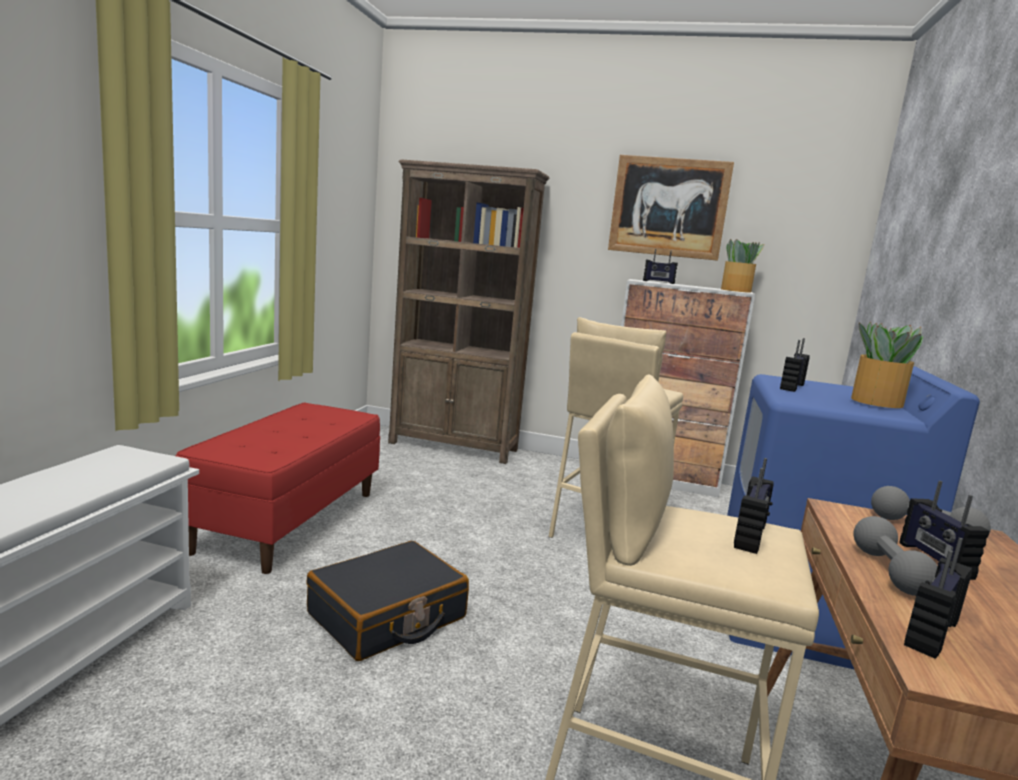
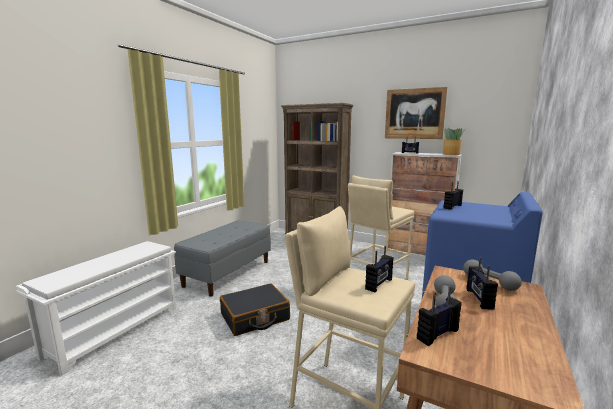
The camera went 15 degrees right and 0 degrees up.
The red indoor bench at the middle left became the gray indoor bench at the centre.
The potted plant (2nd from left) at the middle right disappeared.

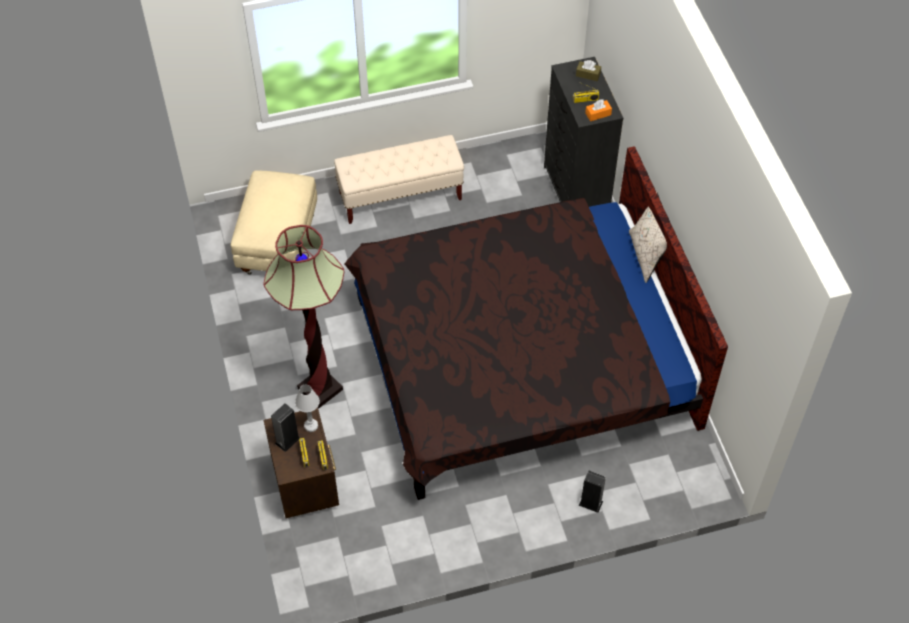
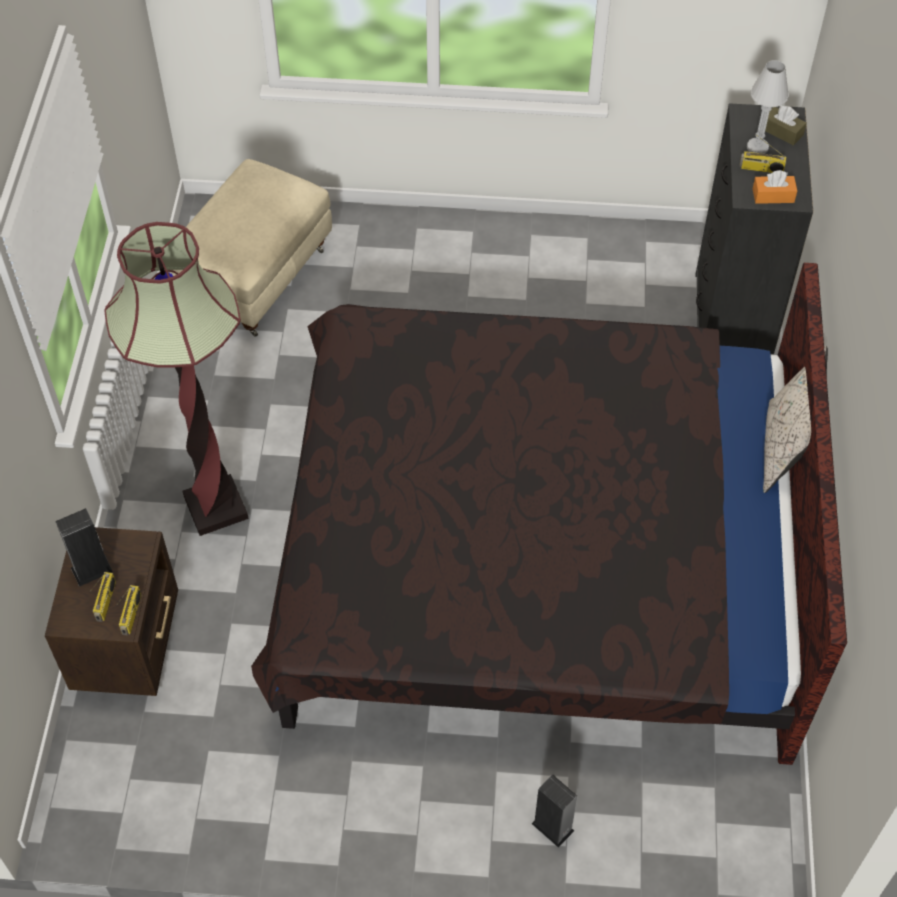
The camera went 20 degrees right and 0 degrees up.
The white tabletop lamp moved from the centre to the top right.
The sand-coloured indoor bench at the top centre disappeared.

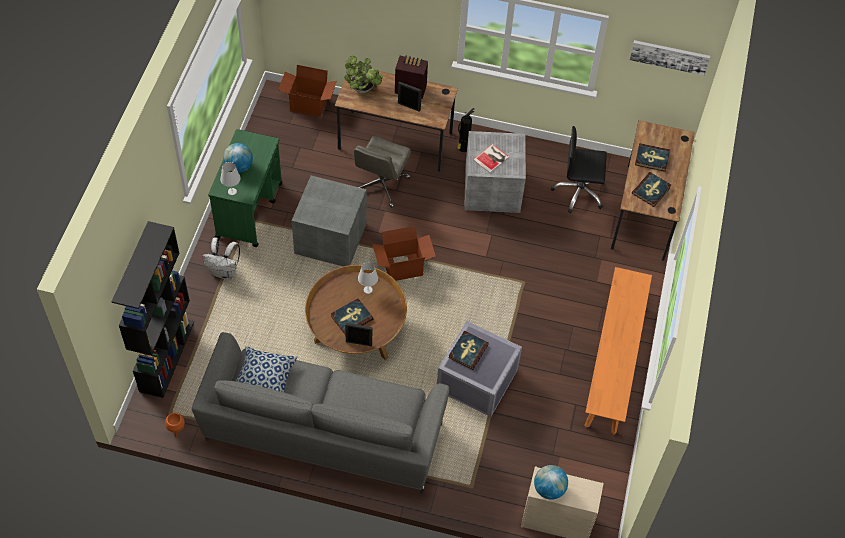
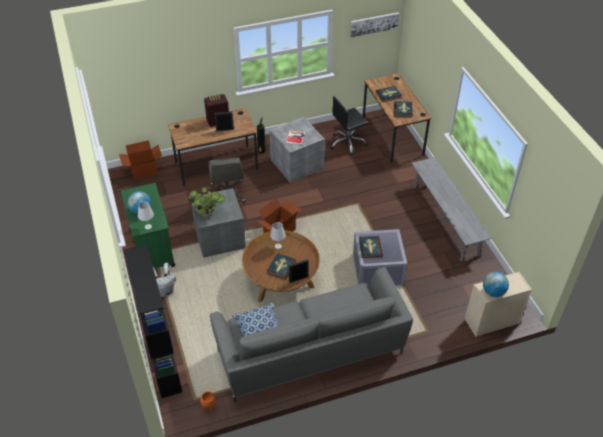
The camera went 30 degrees left and 10 degrees down.
The potted plant moved from the top centre to the centre.
The orange indoor bench at the middle right became the gray indoor bench at the middle right.

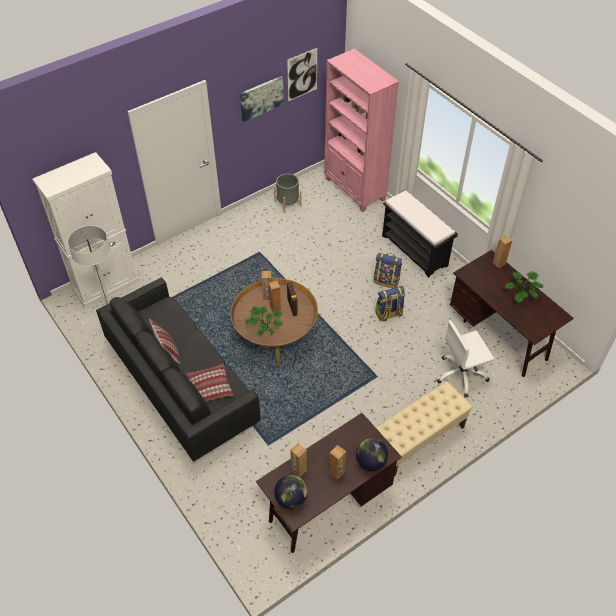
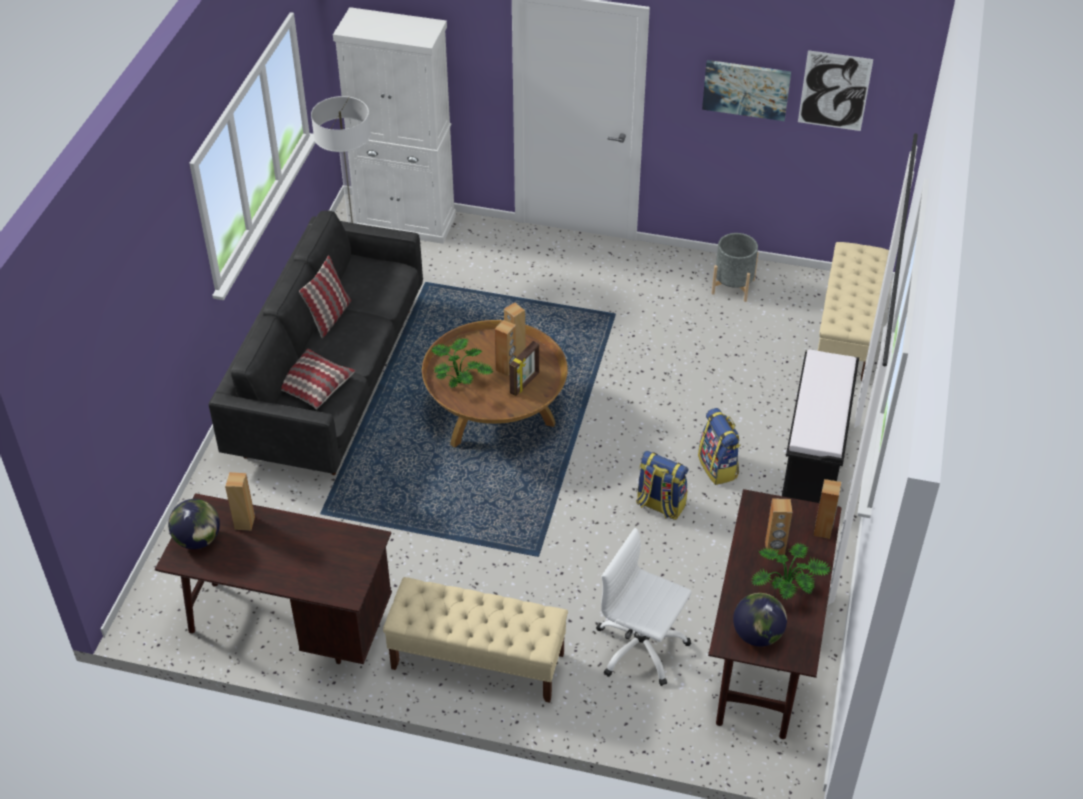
The camera went 50 degrees right and 5 degrees down.
The globe (2nd from left) moved from the bottom centre to the bottom right.
The brown-coloured loudspeaker (4th from left) moved from the bottom centre to the middle right.
The pinkish shelving unit at the top centre was replaced by the sand-coloured indoor bench (2nd from left) at the middle right.

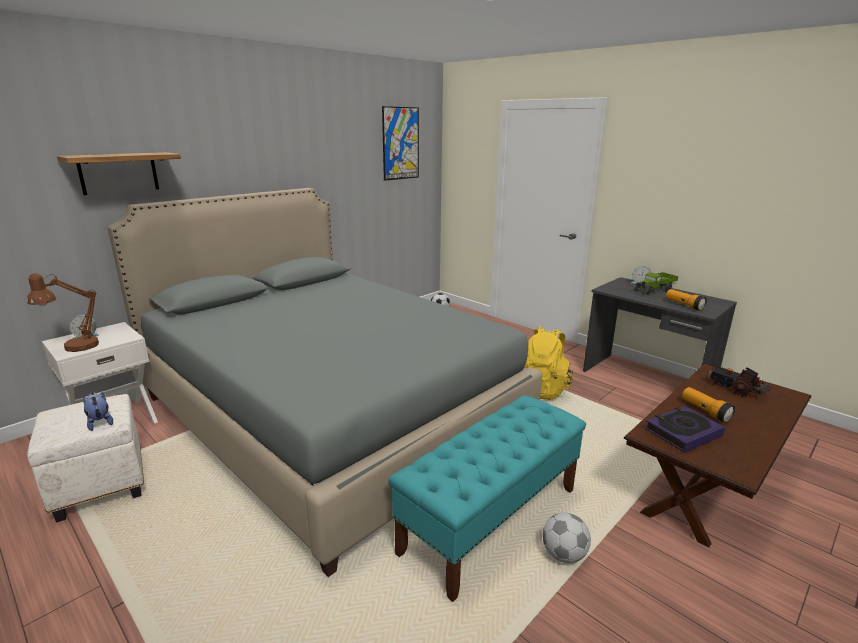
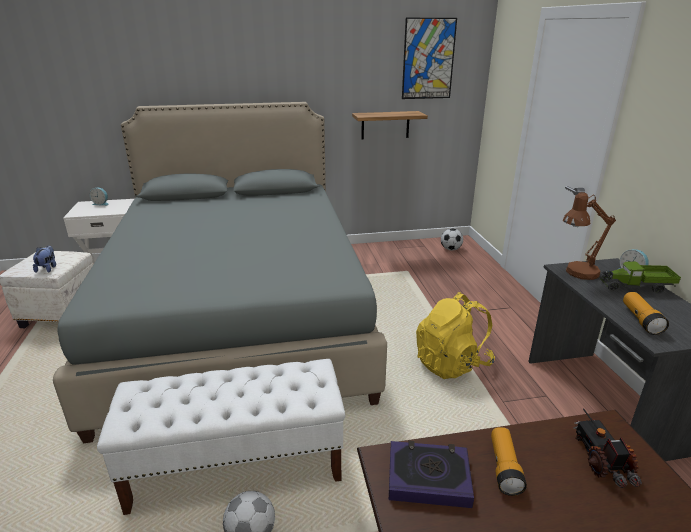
The camera went 35 degrees right and 5 degrees up.
The blue-green indoor bench at the bottom centre became the white indoor bench at the bottom left.
The bracket shelf moved from the top left to the top centre.
The brown-coloured tabletop lamp moved from the middle left to the middle right.

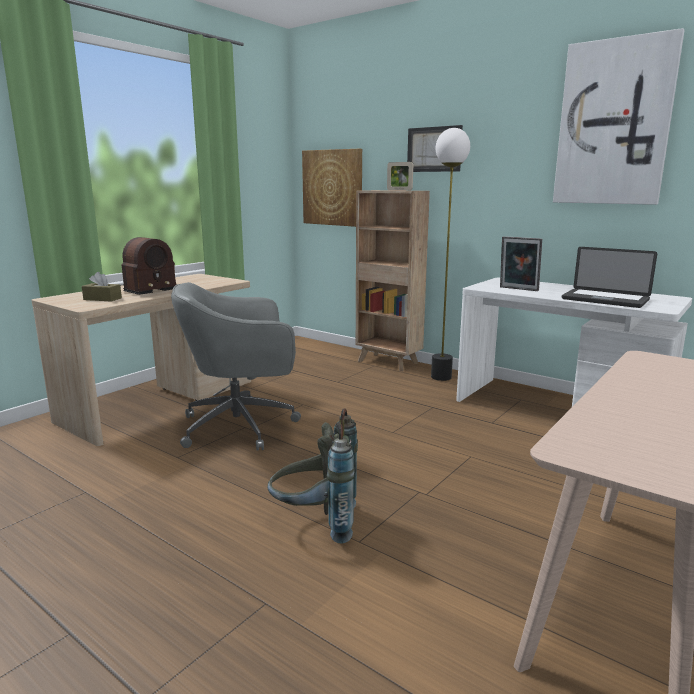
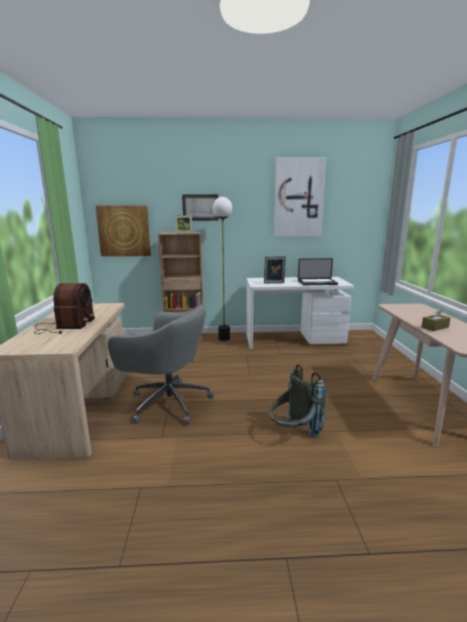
The camera went 40 degrees left and 0 degrees up.
The gray computer chair at the centre turned 105 degrees counterclockwise.
The brown-coloured tissue box moved from the middle left to the middle right.

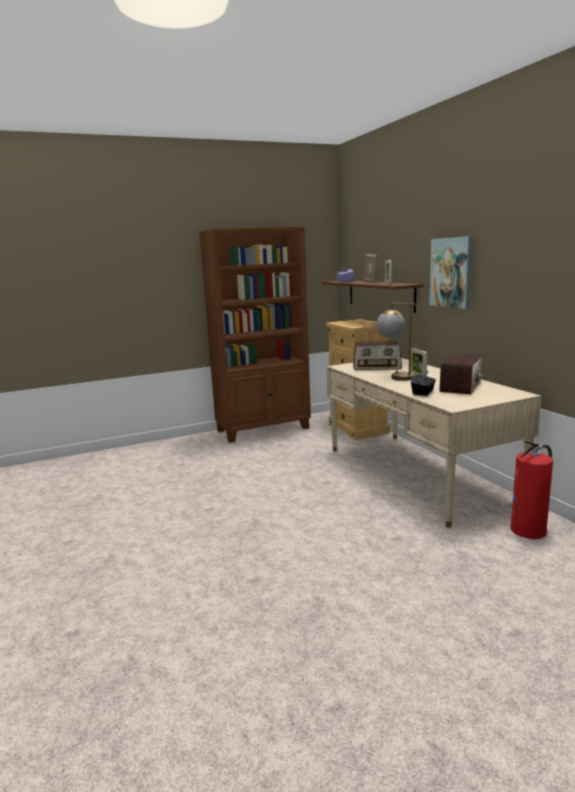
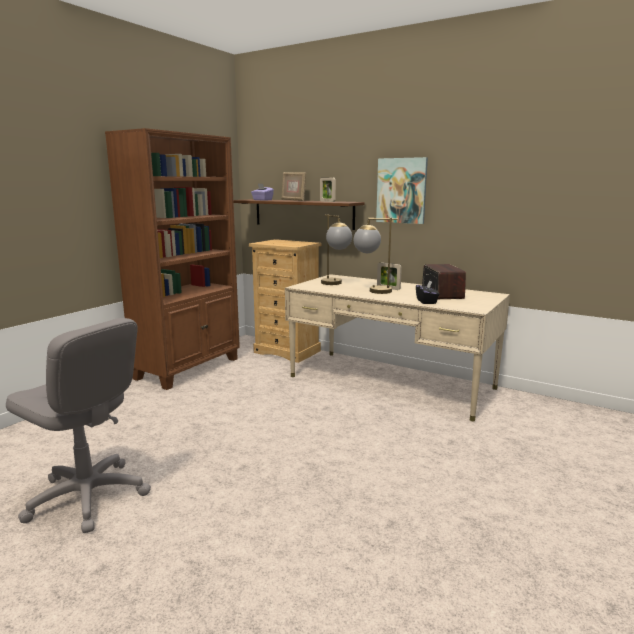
The camera went 35 degrees left and 0 degrees up.
The gray computer chair at the bottom left appeared.
The radio (1st from left) at the centre was replaced by the tabletop lamp (1st from left) at the centre.
The fire extinguisher at the middle right disappeared.

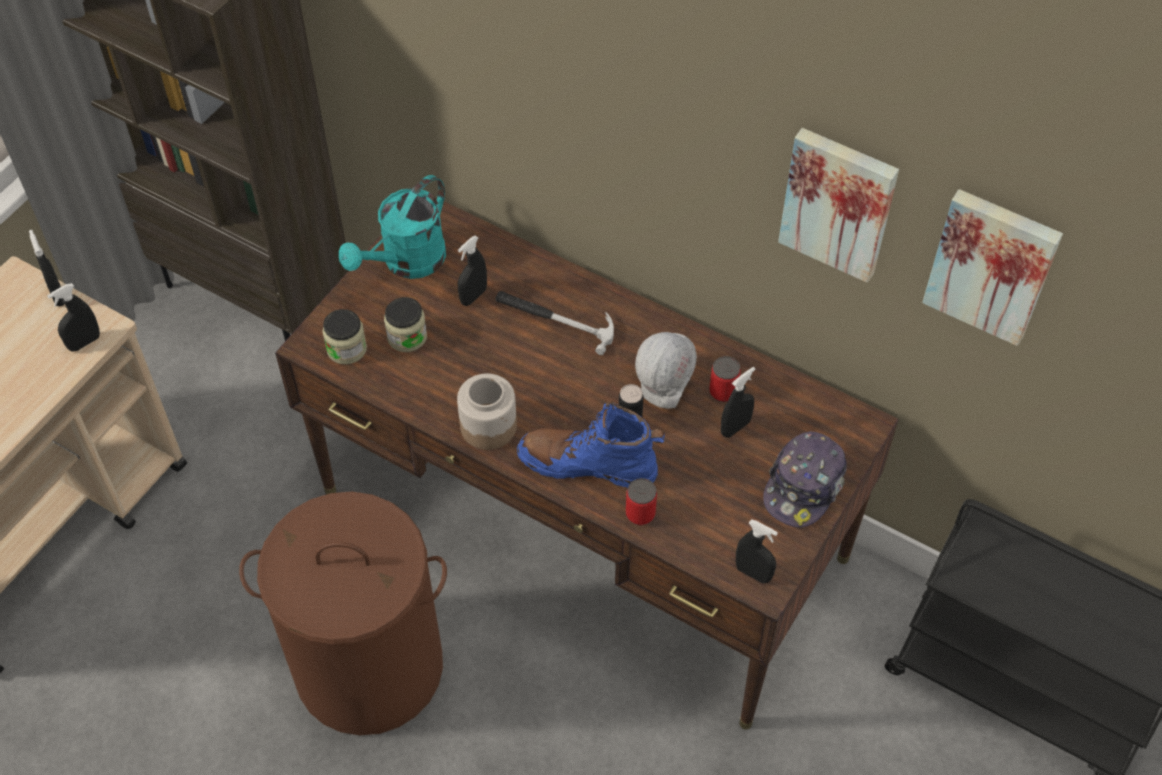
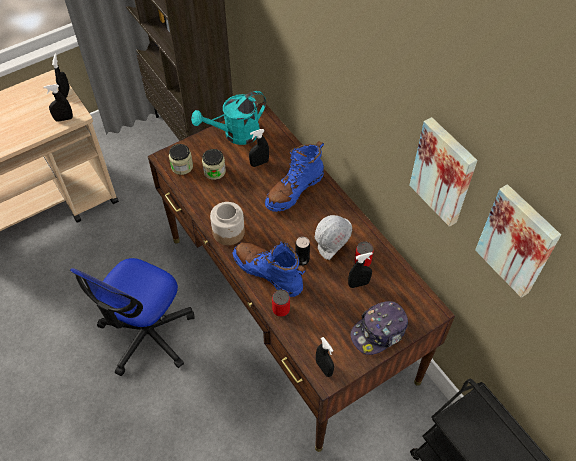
The camera went 25 degrees right and 0 degrees up.
The brown-coloured laundry basket at the bottom left was replaced by the computer chair at the bottom left.
The tool hammer at the centre was replaced by the blue-coloured high-top boot (2nd from left) at the centre.

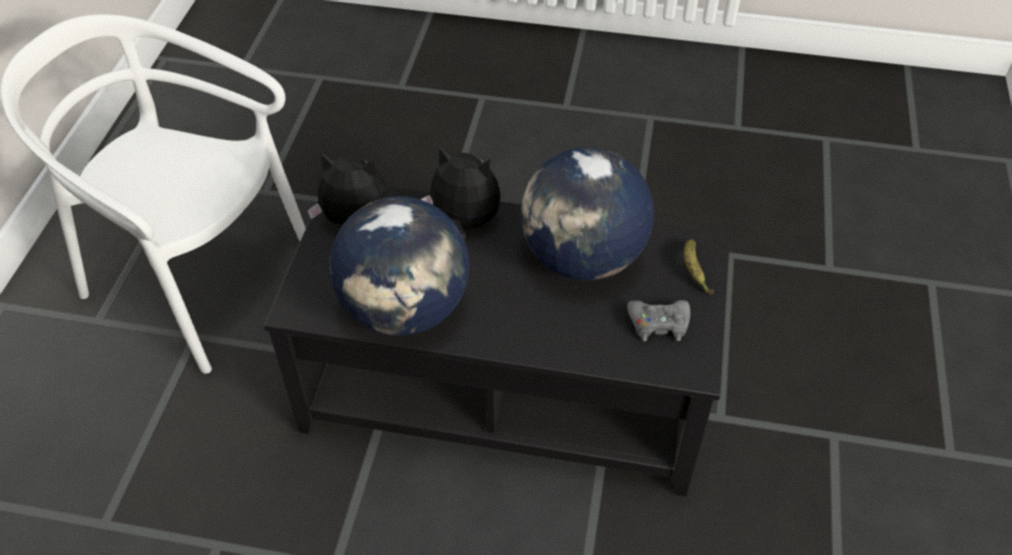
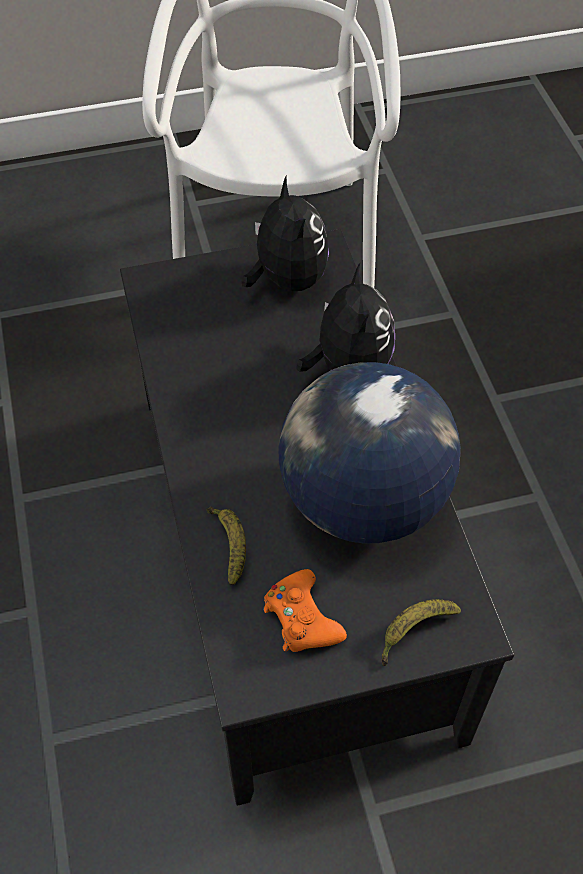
The camera went 65 degrees right and 5 degrees up.
The banana (1st from left) at the centre appeared.
The gray gamepad at the centre became the orange gamepad at the bottom centre.
The globe (1st from left) at the centre disappeared.

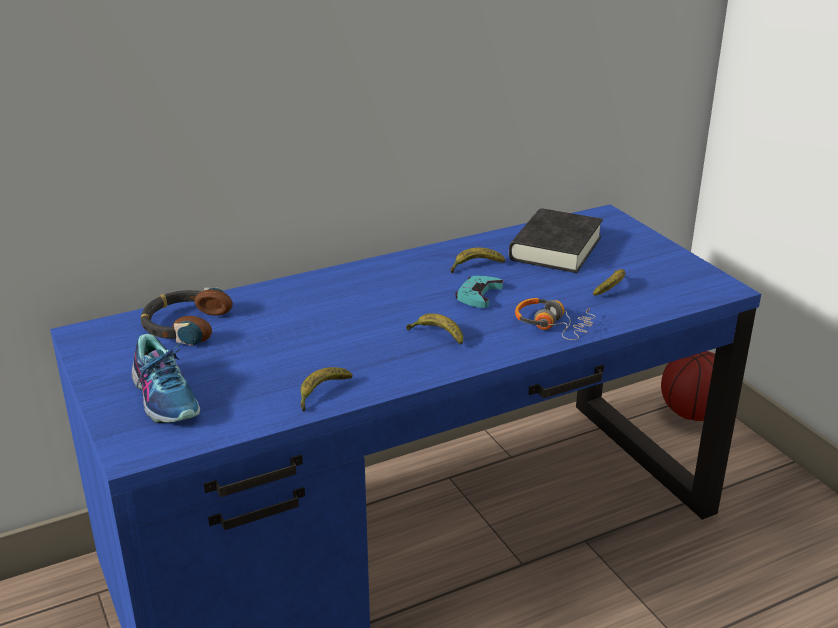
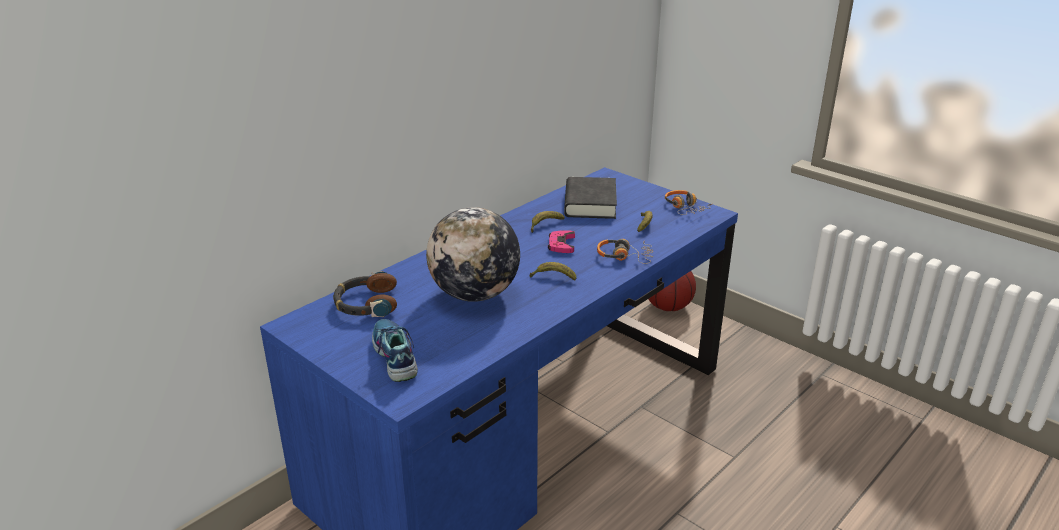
The camera went 20 degrees left and 0 degrees up.
The low shoe at the middle left turned 150 degrees counterclockwise.
The globe at the centre appeared.
The blue-green gamepad at the centre became the pinkish gamepad at the centre.
The pair of headphones (3rd from left) at the centre appeared.
The banana (1st from left) at the centre disappeared.

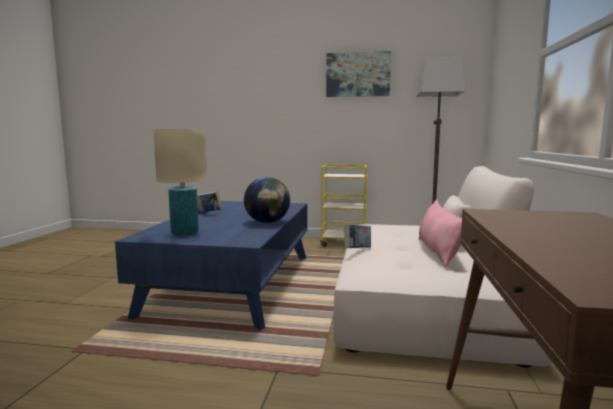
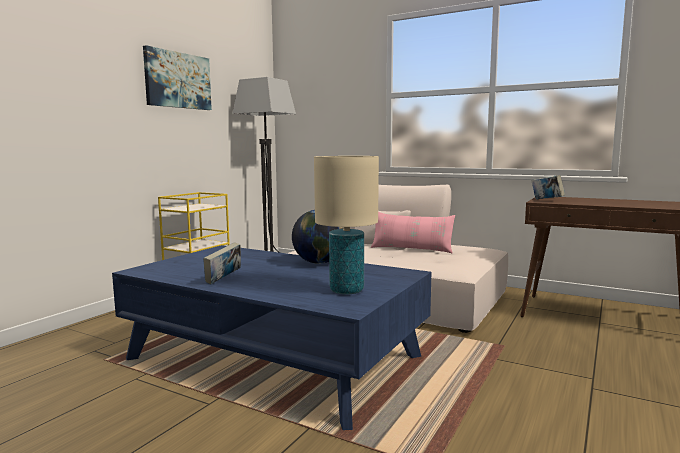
The camera went 70 degrees left and 0 degrees up.
The volume (2nd from left) moved from the centre to the middle right.

